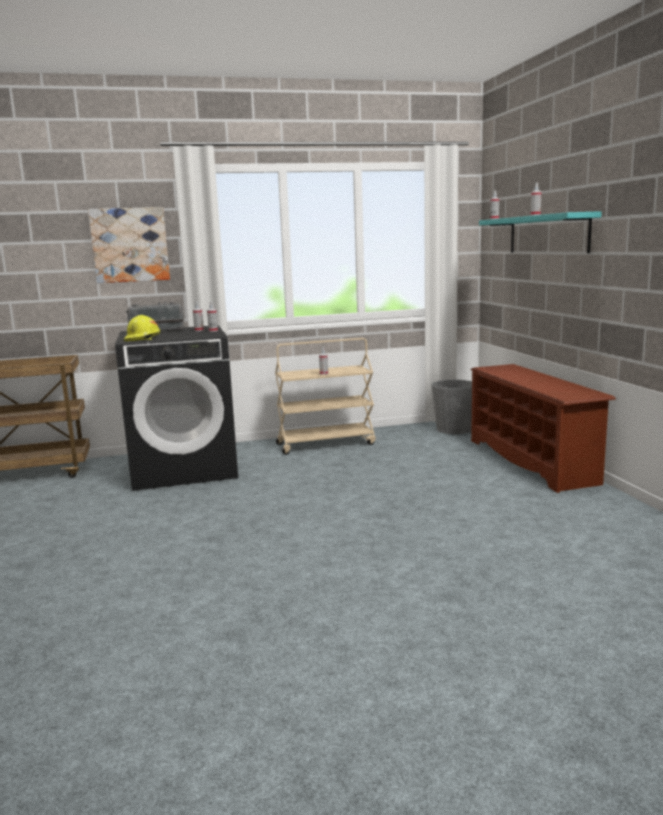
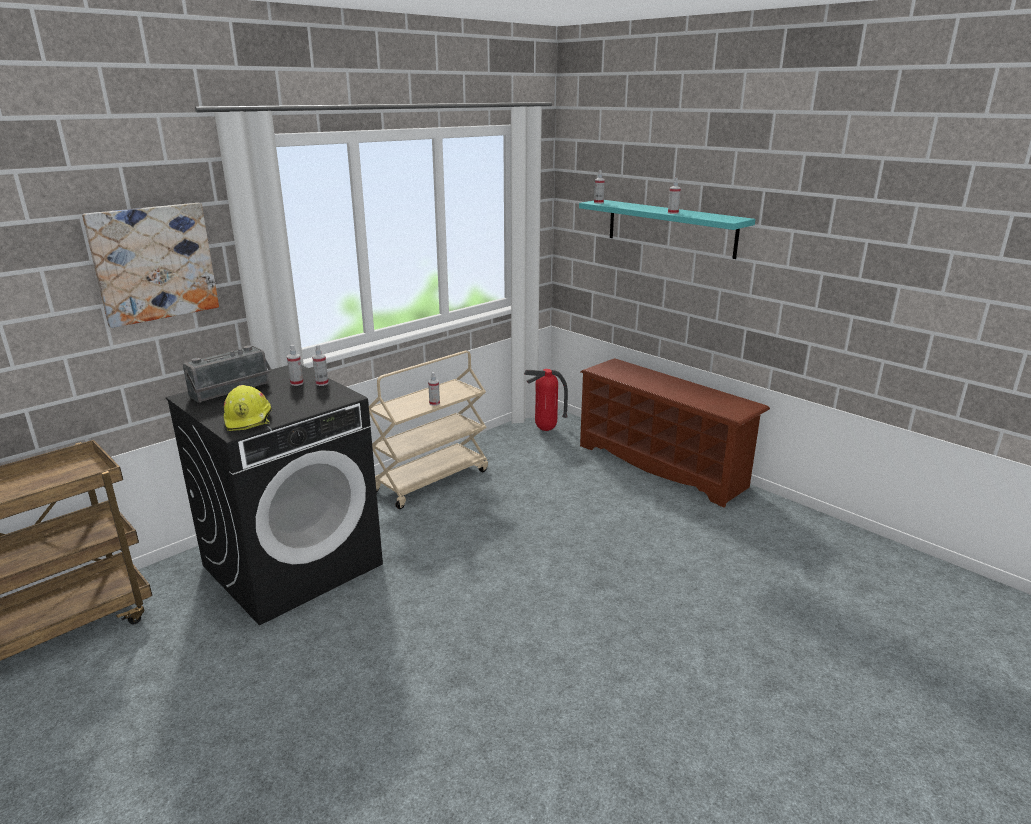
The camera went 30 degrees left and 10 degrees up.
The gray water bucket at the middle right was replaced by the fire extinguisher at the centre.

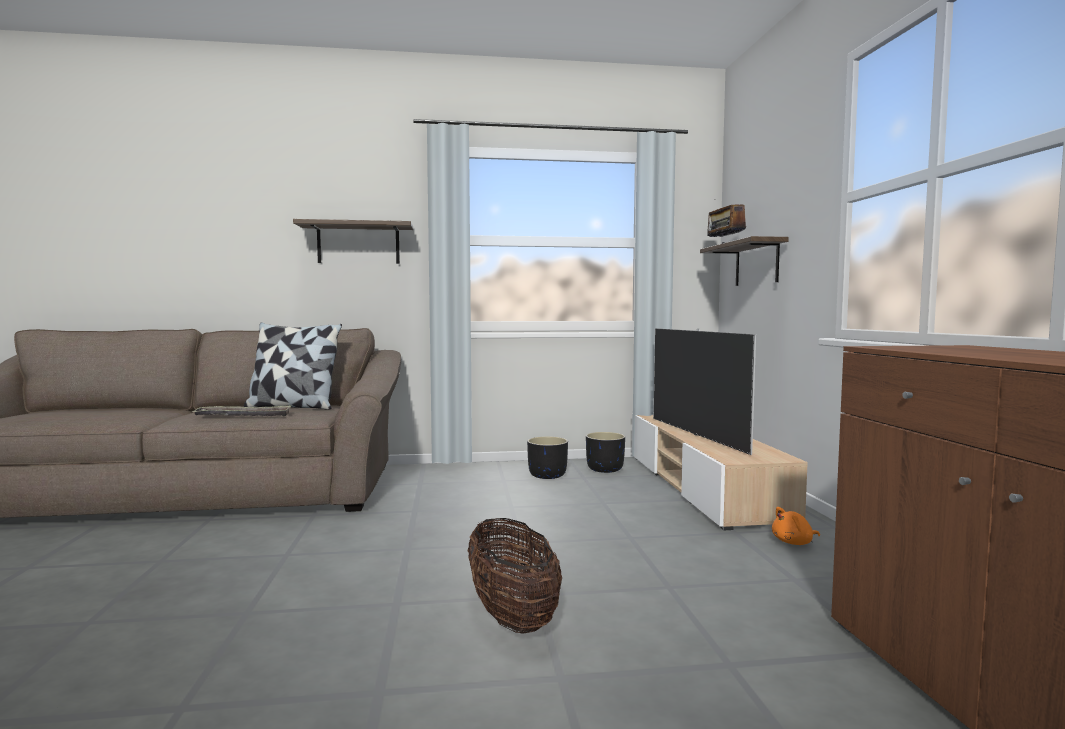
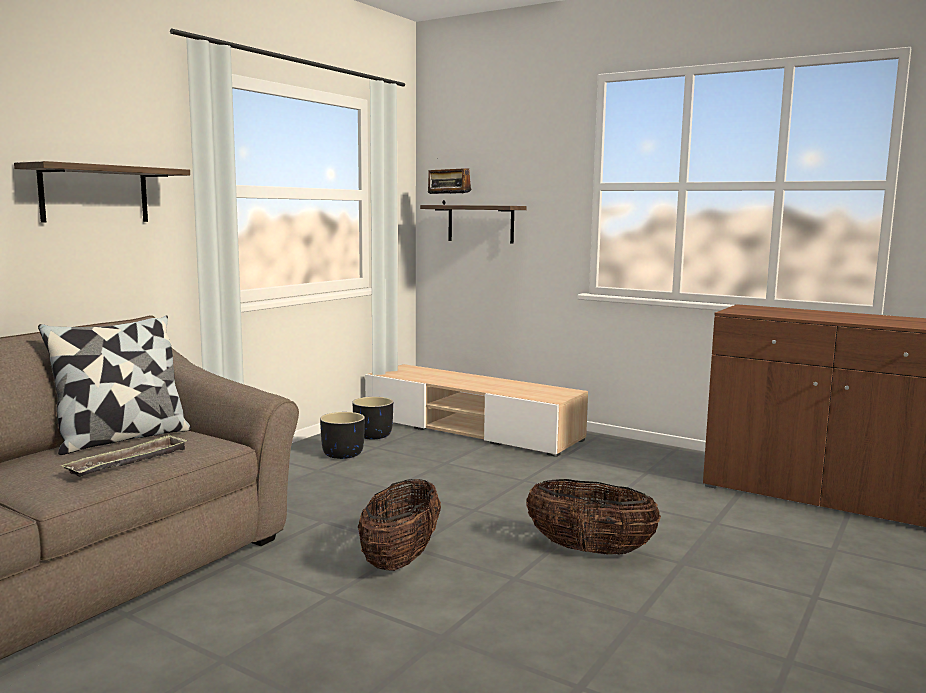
The camera went 50 degrees left and 5 degrees up.
The storage basket (1st from left) at the bottom centre appeared.
The television at the centre disappeared.
The orange cuddly toy at the bottom right disappeared.

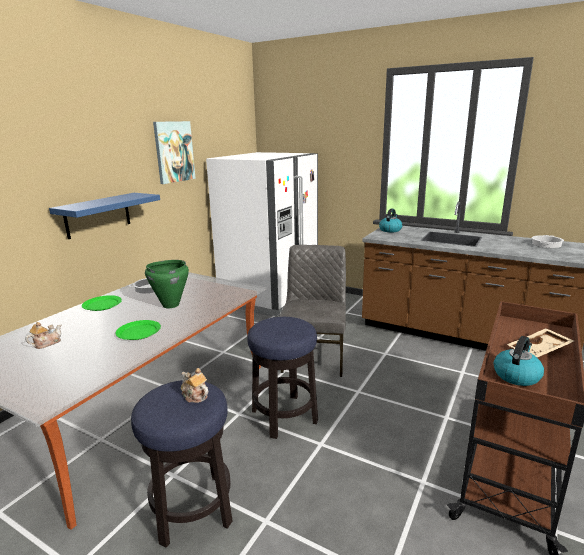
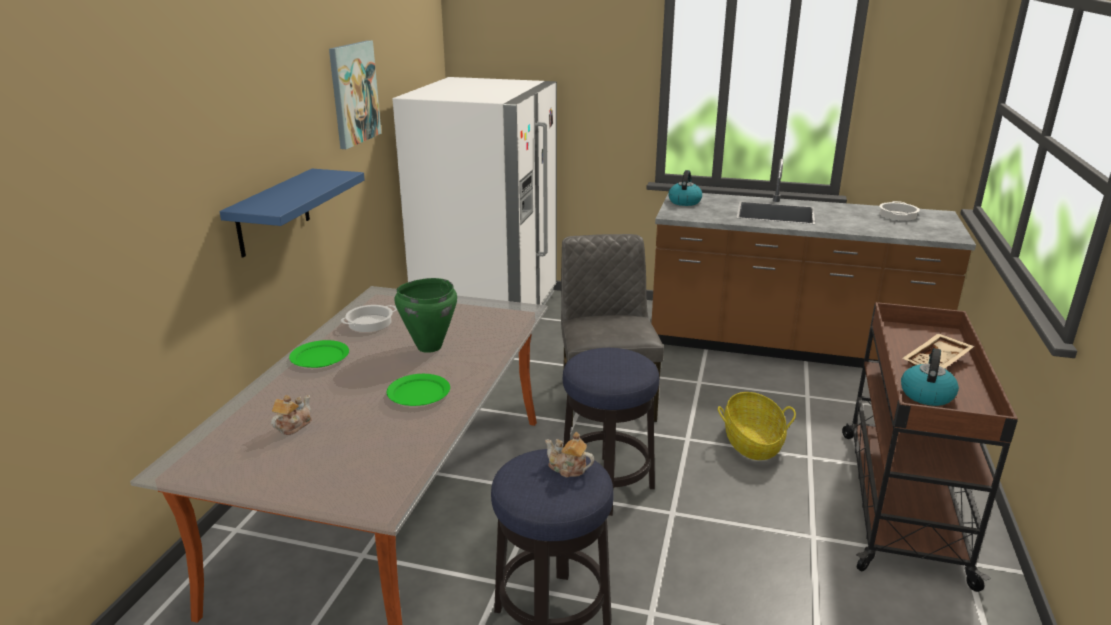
The camera went 15 degrees left and 5 degrees up.
The storage basket at the bottom right appeared.

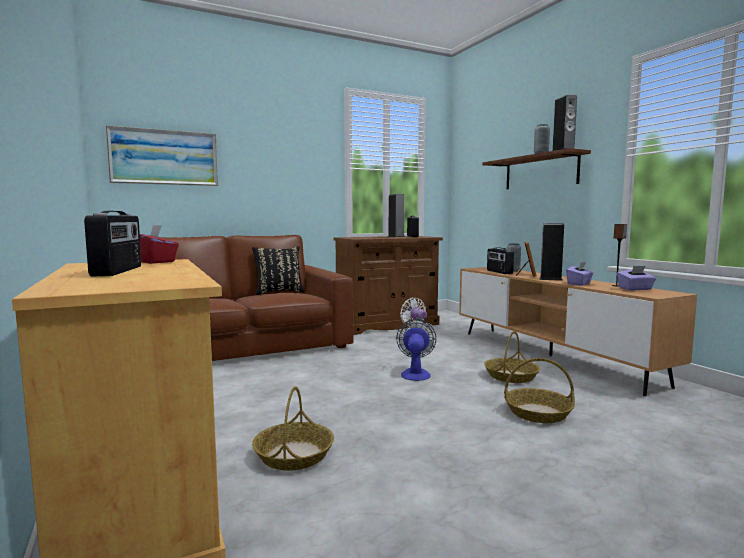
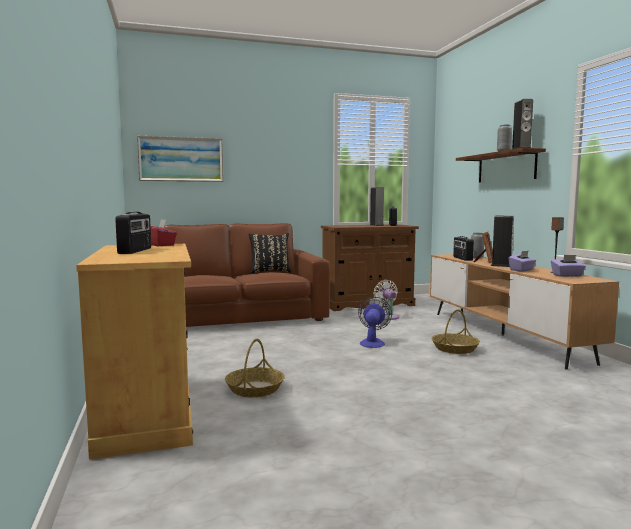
The camera went 10 degrees right and 0 degrees up.
The storage basket (3rd from left) at the bottom right disappeared.

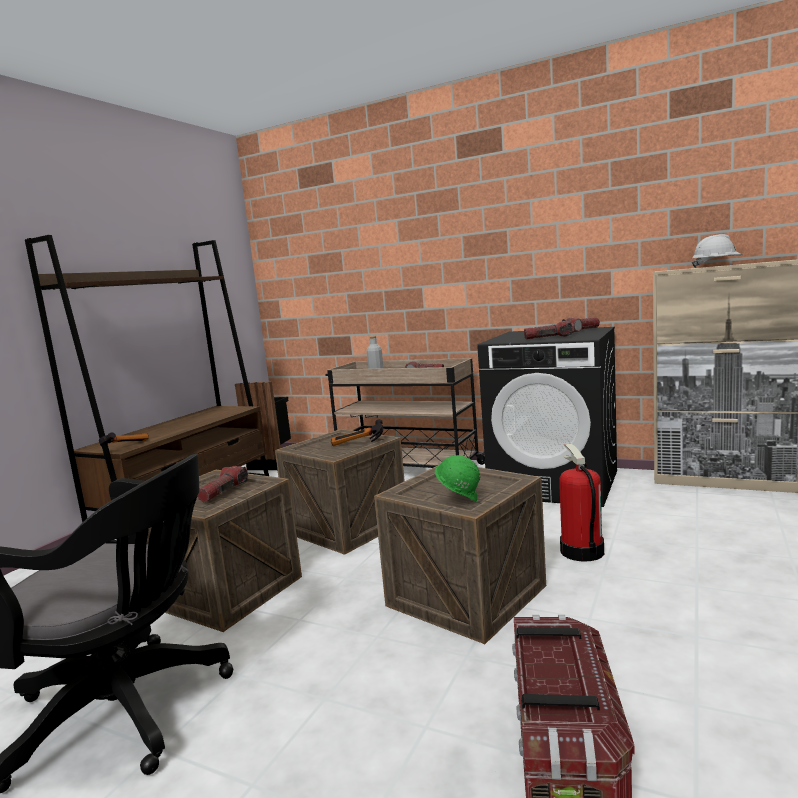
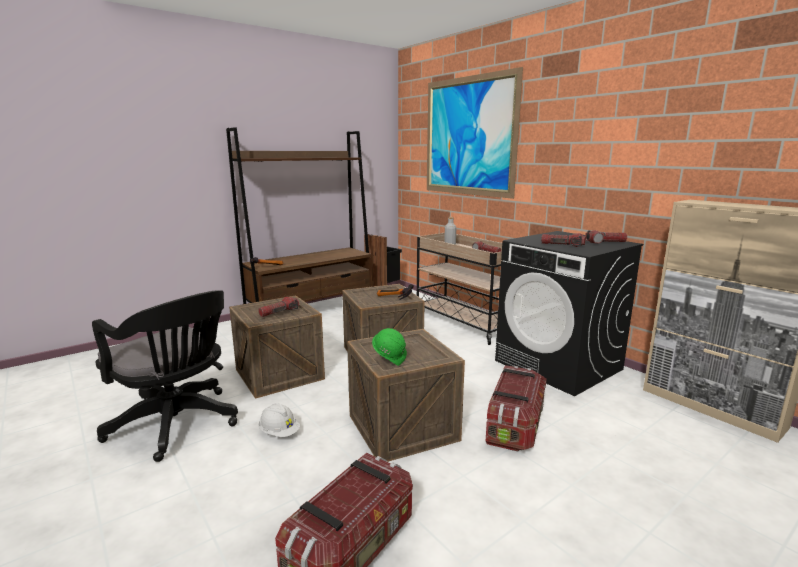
The camera went 25 degrees right and 5 degrees up.
The white hard hat moved from the top right to the bottom centre.
The wall art at the top centre appeared.
The fire extinguisher at the middle right was replaced by the storage container (2nd from left) at the bottom centre.

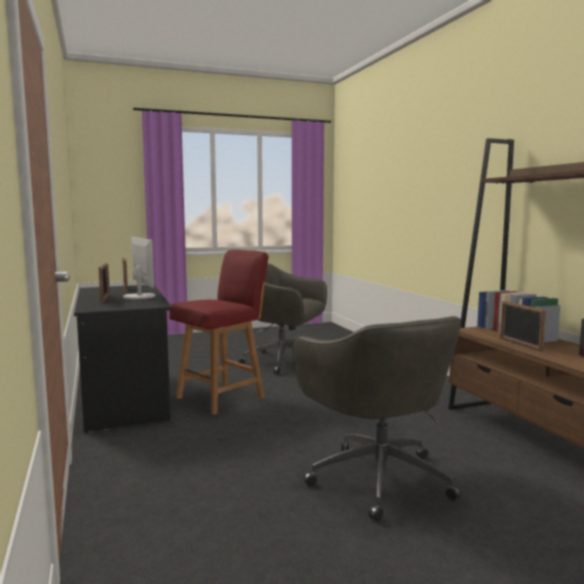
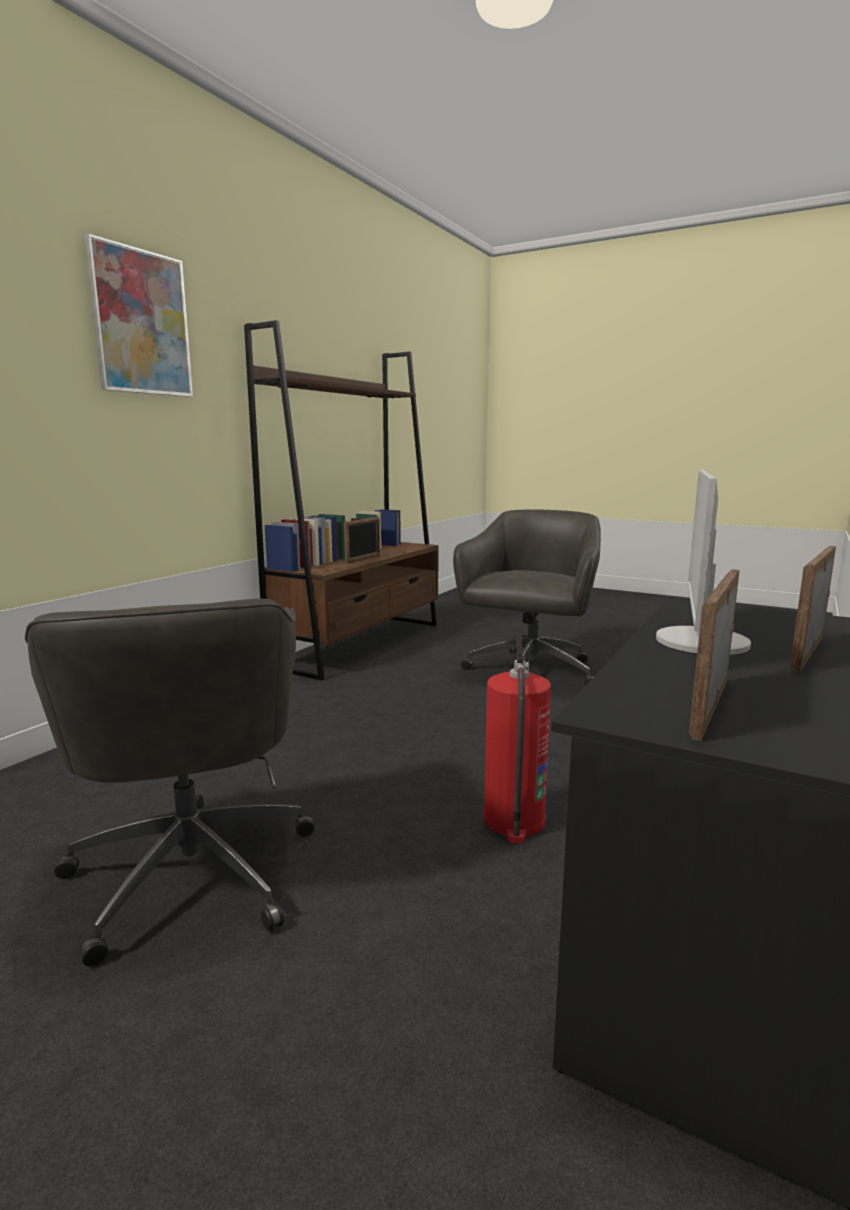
The camera went 130 degrees left and 5 degrees up.
The wall art at the top left appeared.
The red plain chair at the centre was replaced by the fire extinguisher at the centre.

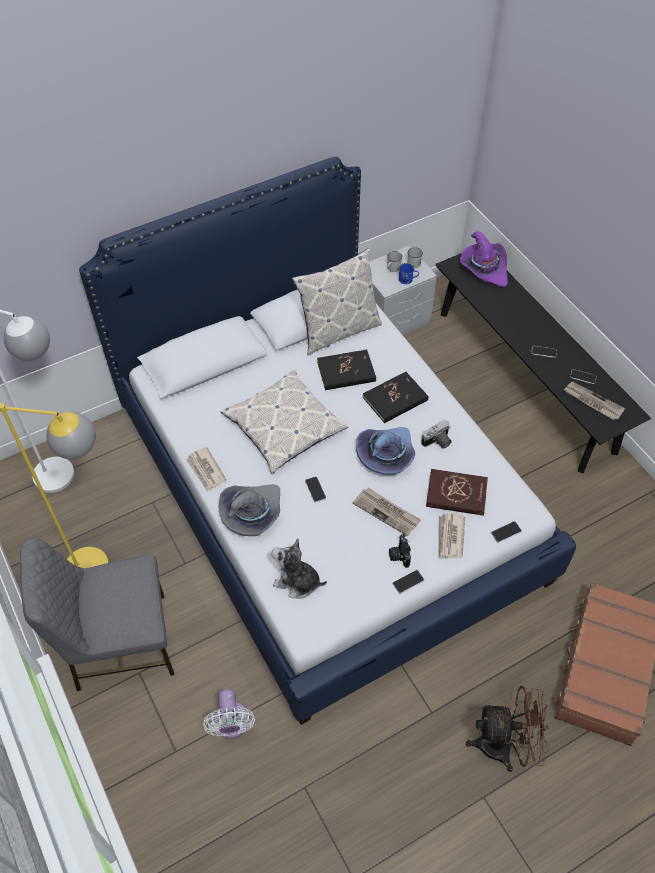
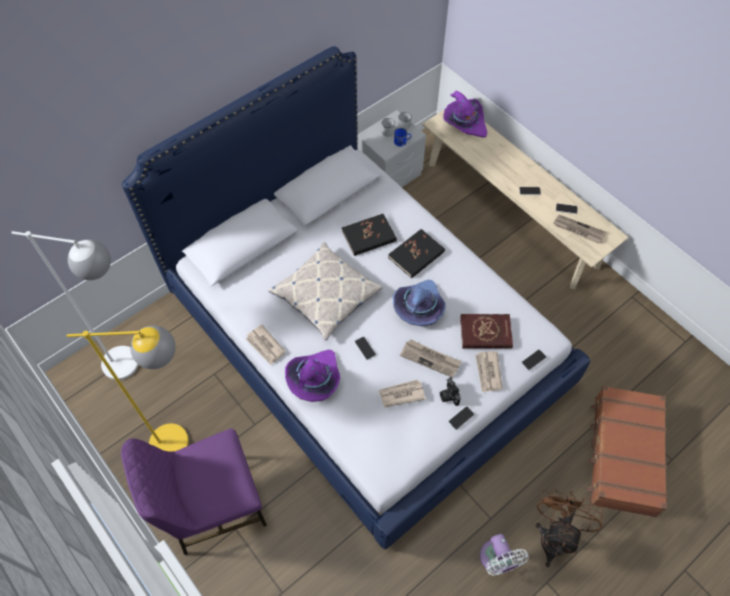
The camera went 10 degrees left and 5 degrees up.
The gray plain chair at the bottom left became the purple-coloured plain chair at the bottom left.
The gray hat at the centre became the purple-coloured hat (1st from left) at the centre.
The printed paper (2nd from left) at the centre appeared.
The black-coloured indoor bench at the middle right became the sand-coloured indoor bench at the middle right.
The white cooling fan moved from the bottom centre to the bottom right.
The brown-coloured cooling fan at the bottom right turned 60 degrees counterclockwise.
The cuddly toy at the centre disappeared.
The cushion (2nd from left) at the centre disappeared.
The photo camera (2nd from left) at the centre disappeared.

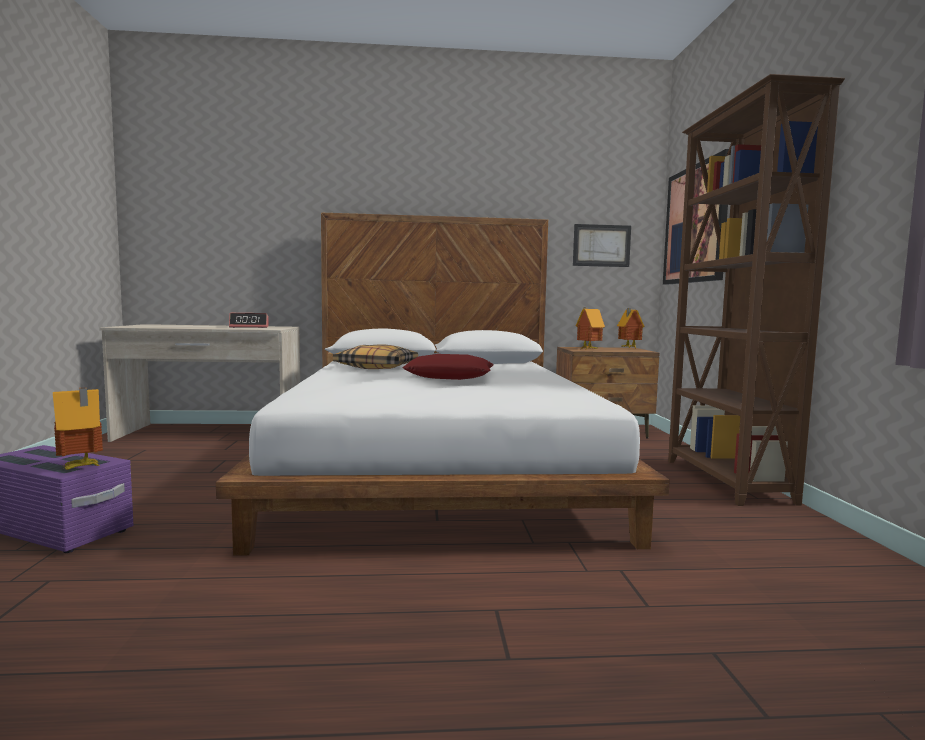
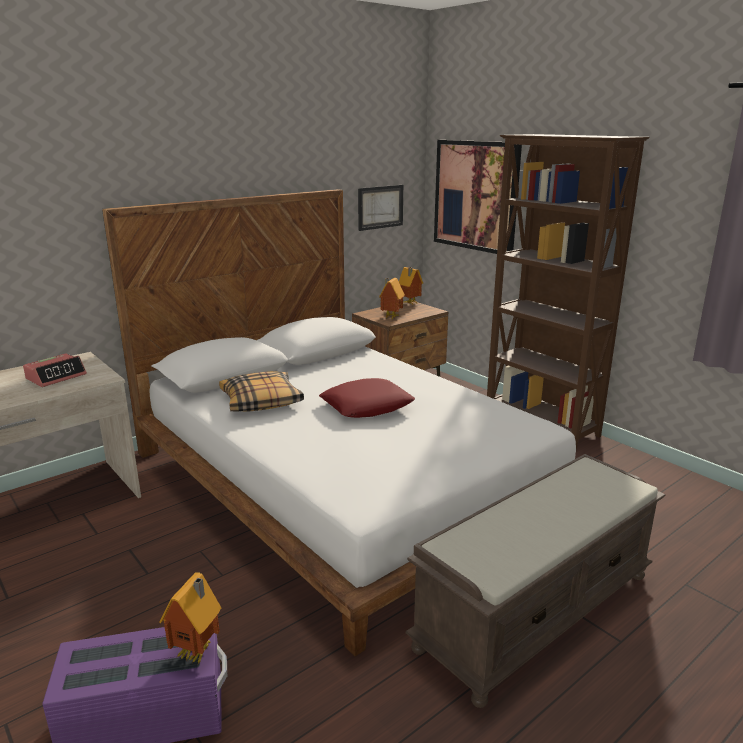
The camera went 35 degrees left and 15 degrees up.
The brown-coloured indoor bench at the bottom right appeared.

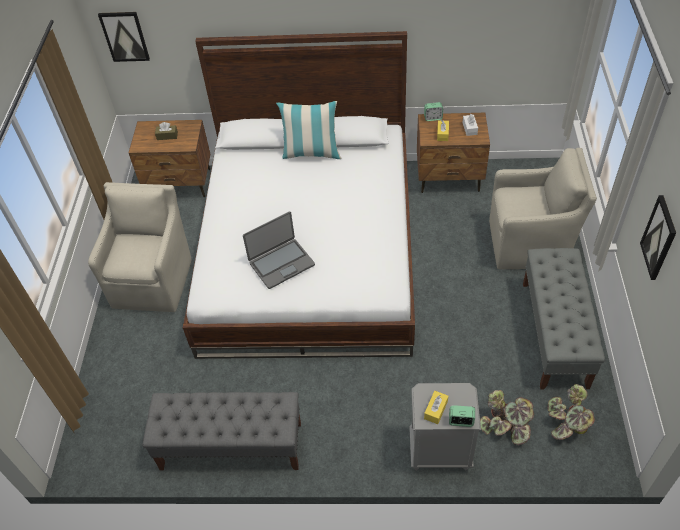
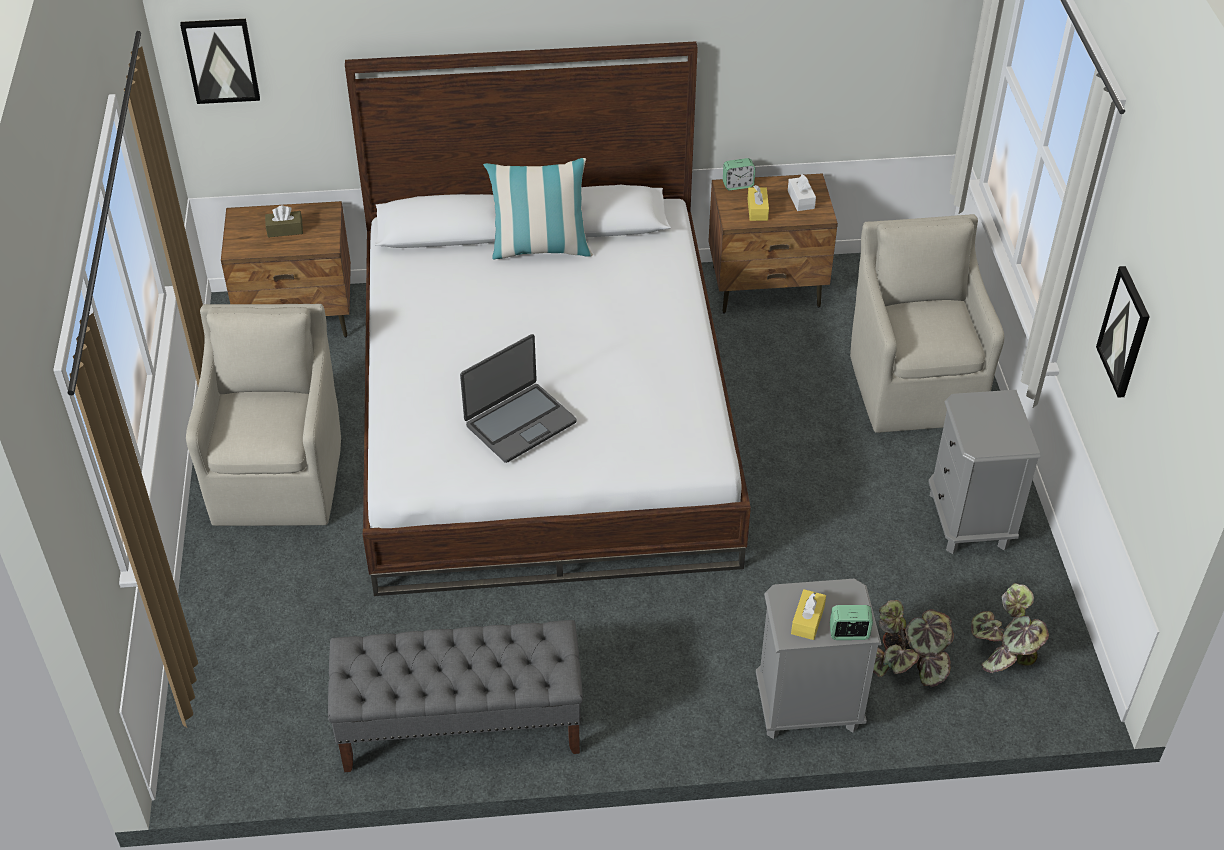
The camera went 10 degrees left and 5 degrees down.
The sand-coloured armchair (2nd from left) at the middle right turned 90 degrees counterclockwise.
The gray indoor bench (2nd from left) at the middle right was replaced by the gray bedside table (2nd from left) at the middle right.

